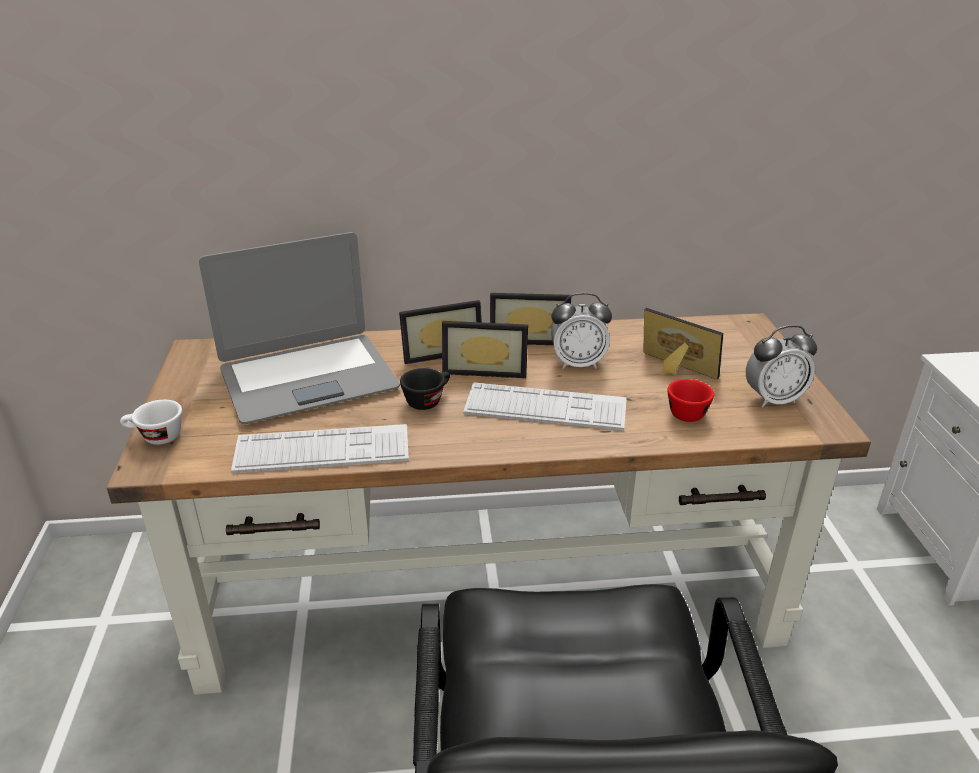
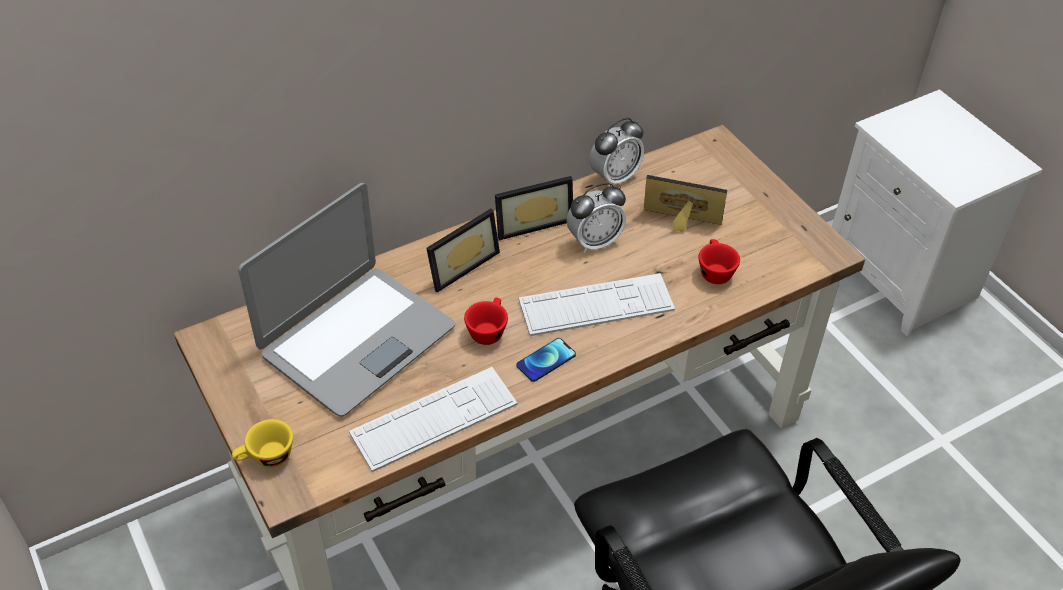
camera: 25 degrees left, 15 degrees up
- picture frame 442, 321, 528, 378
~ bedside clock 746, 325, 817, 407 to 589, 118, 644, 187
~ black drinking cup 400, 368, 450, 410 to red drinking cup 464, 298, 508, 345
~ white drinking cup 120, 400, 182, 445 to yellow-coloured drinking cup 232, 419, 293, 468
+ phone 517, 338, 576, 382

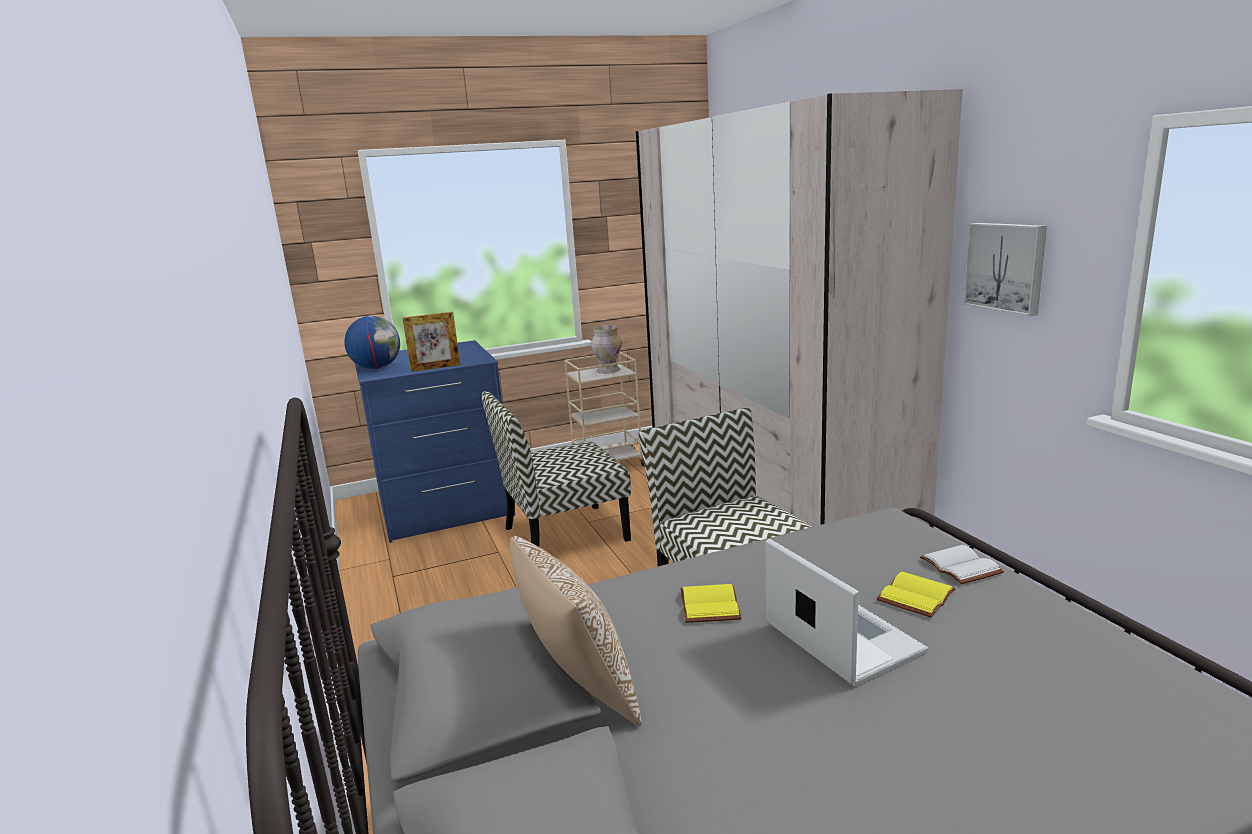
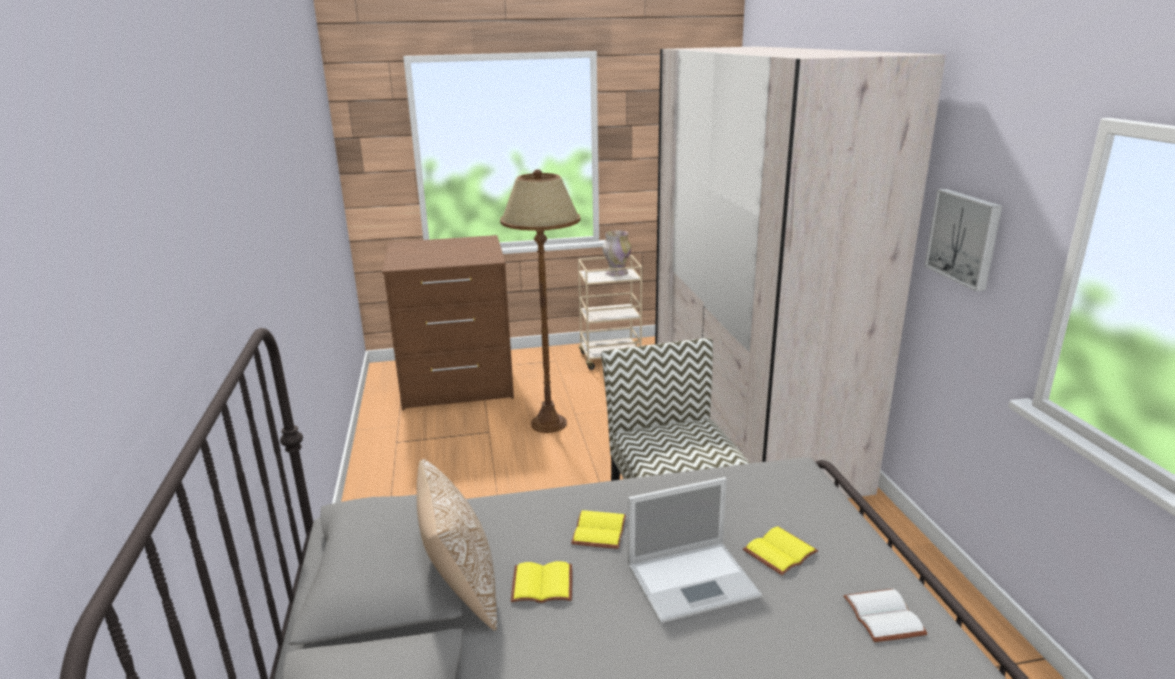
camera: 10 degrees right, 5 degrees up
- picture frame 403, 312, 460, 372
- desk globe 344, 316, 400, 369
~ blue-coloured chest of drawers 355, 340, 515, 543 to brownish chest of drawers 382, 235, 514, 410
~ upright chair 482, 391, 631, 547 to brownish standing lamp 500, 169, 580, 433
~ portable computer 765, 539, 928, 687 = 628, 477, 762, 624 90 degrees clockwise
~ white book 920, 545, 1004, 584 to 843, 589, 928, 642
+ yellow-coloured book 511, 561, 572, 603

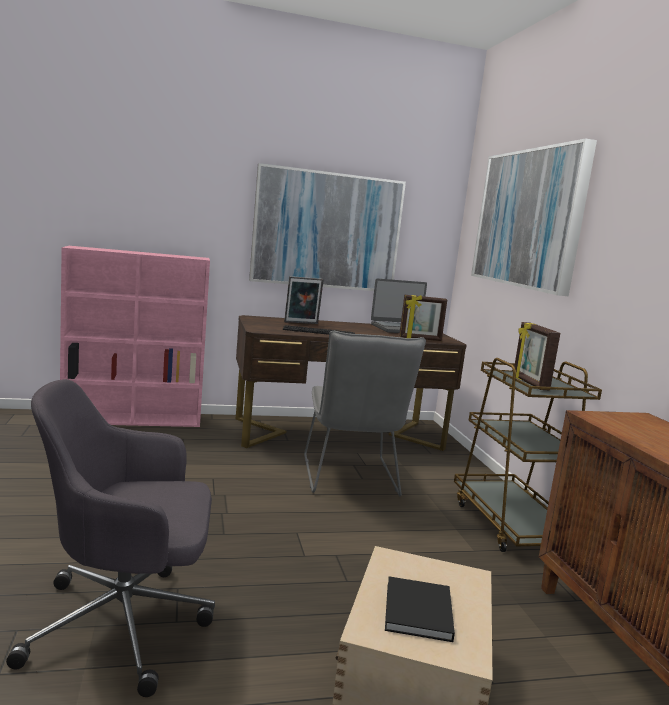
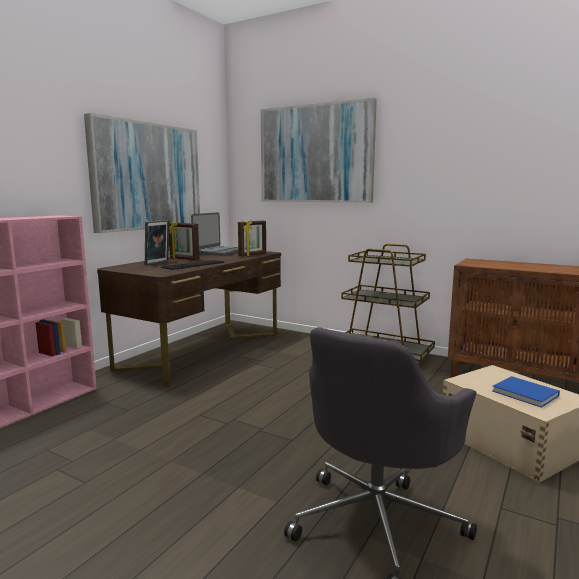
camera: 45 degrees left, 0 degrees up
~ picture frame 514, 322, 560, 390 to 169, 222, 199, 260
- gray upright chair 304, 331, 426, 497
~ black book 385, 576, 455, 642 to blue-coloured book 492, 376, 560, 408

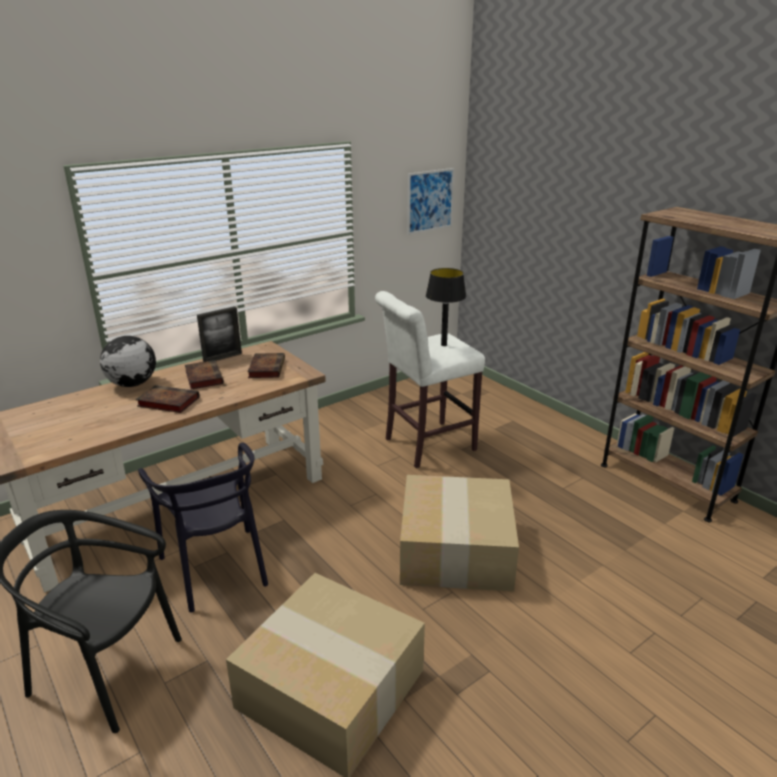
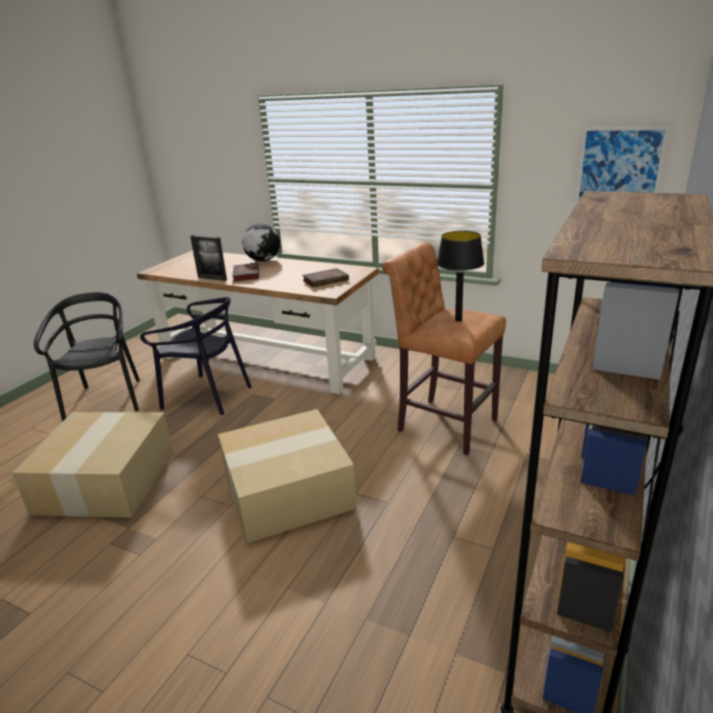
camera: 65 degrees right, 0 degrees up
~ white stool seat 375, 291, 485, 468 to brownish stool seat 382, 242, 506, 455
~ picture frame 197, 307, 242, 362 to 190, 235, 227, 281
- book 185, 360, 224, 390
~ black upright chair 138, 442, 268, 613 = 140, 297, 251, 415 105 degrees counterclockwise

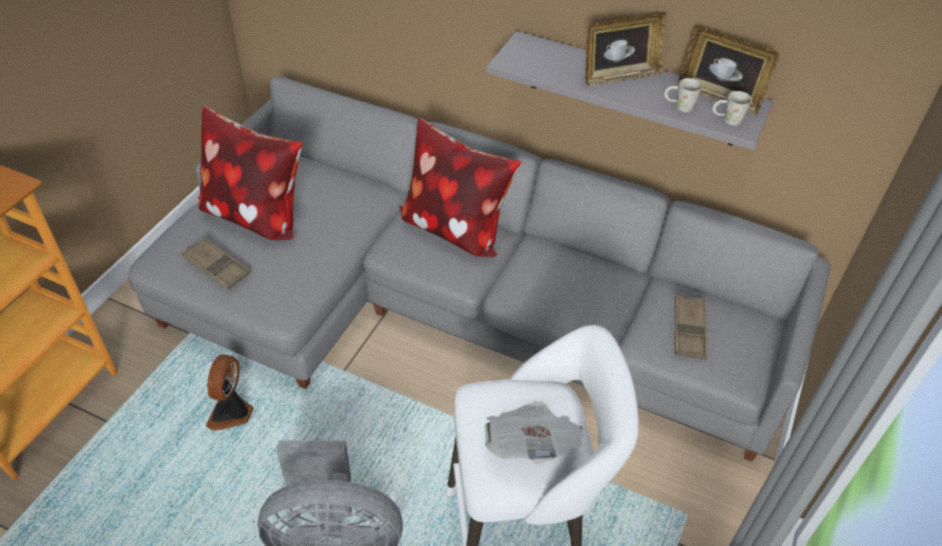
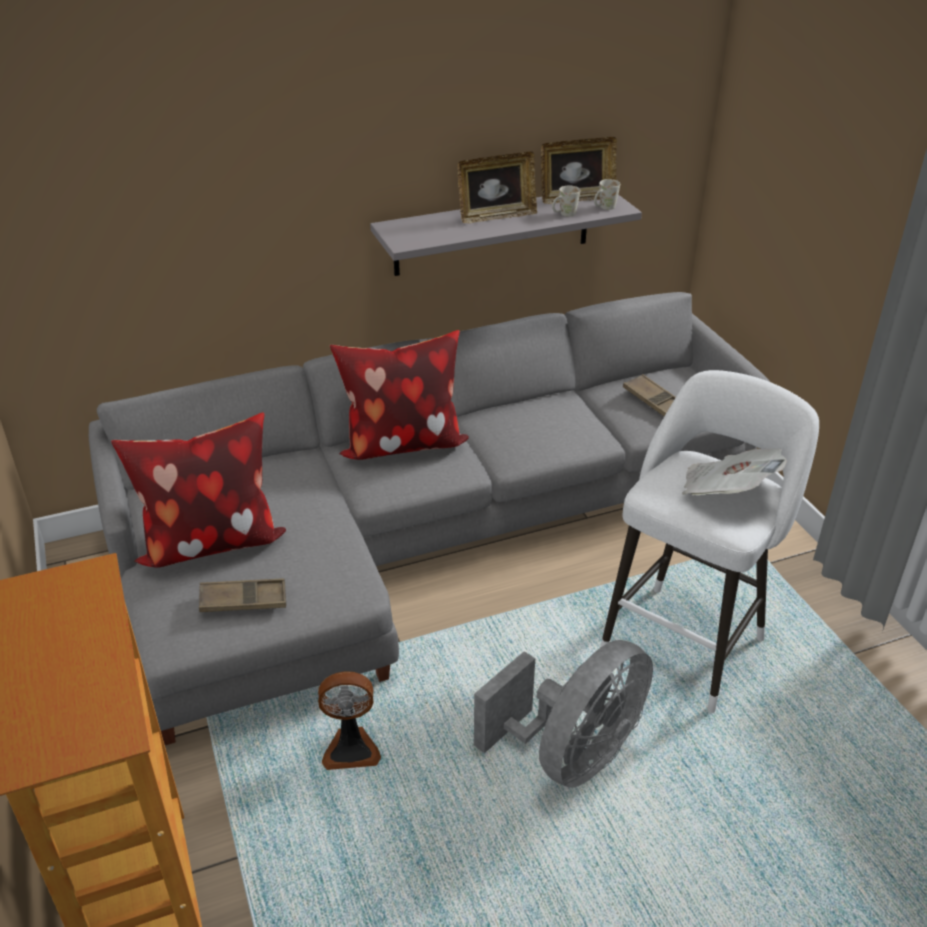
camera: 45 degrees left, 10 degrees down
~ picture frame 585, 13, 667, 86 = 458, 151, 537, 223 45 degrees clockwise
~ cooling fan 206, 355, 254, 430 = 318, 671, 381, 770 60 degrees counterclockwise

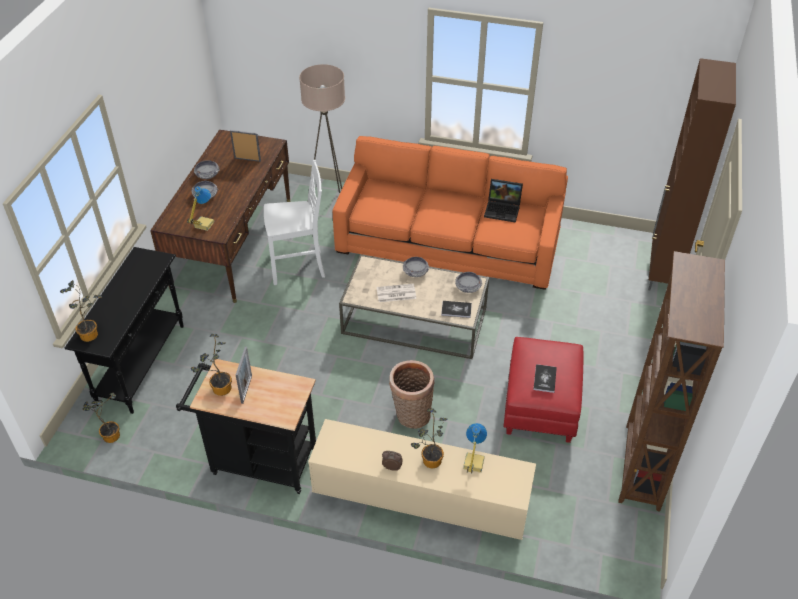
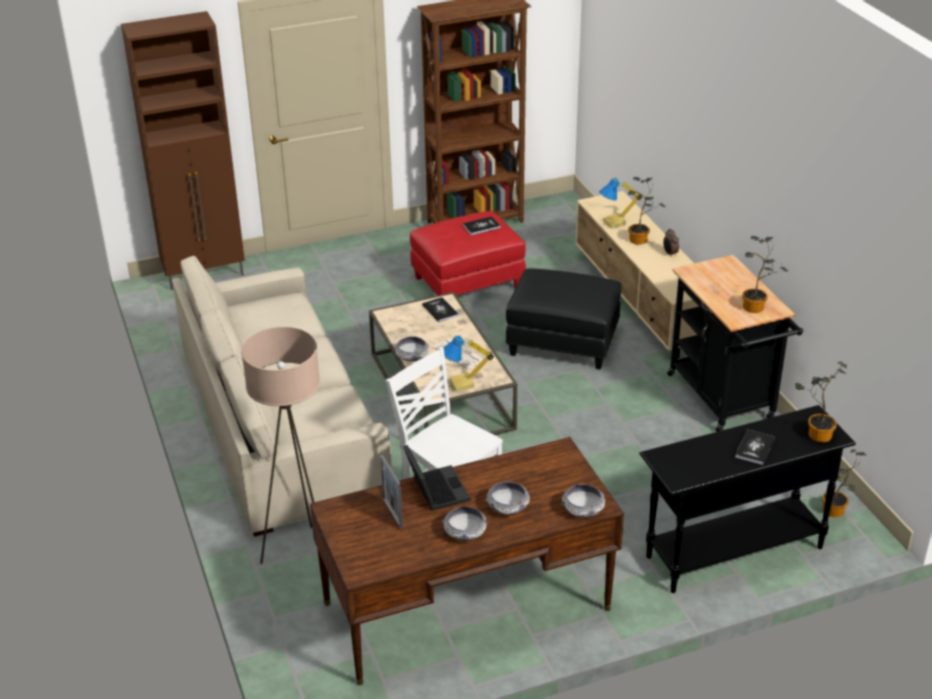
camera: 125 degrees left, 10 degrees down
~ orangey couch 333, 136, 568, 290 to beige couch 172, 255, 392, 537
~ portable computer 484, 179, 523, 223 to 403, 445, 471, 511
~ lamp for a table 187, 186, 215, 231 to 443, 335, 494, 392
~ deep dish 455, 272, 483, 293 to 562, 484, 605, 517
- picture frame 236, 347, 252, 404
~ household basket 389, 360, 435, 429 to black pouffe 506, 268, 622, 370
+ book 735, 429, 775, 465

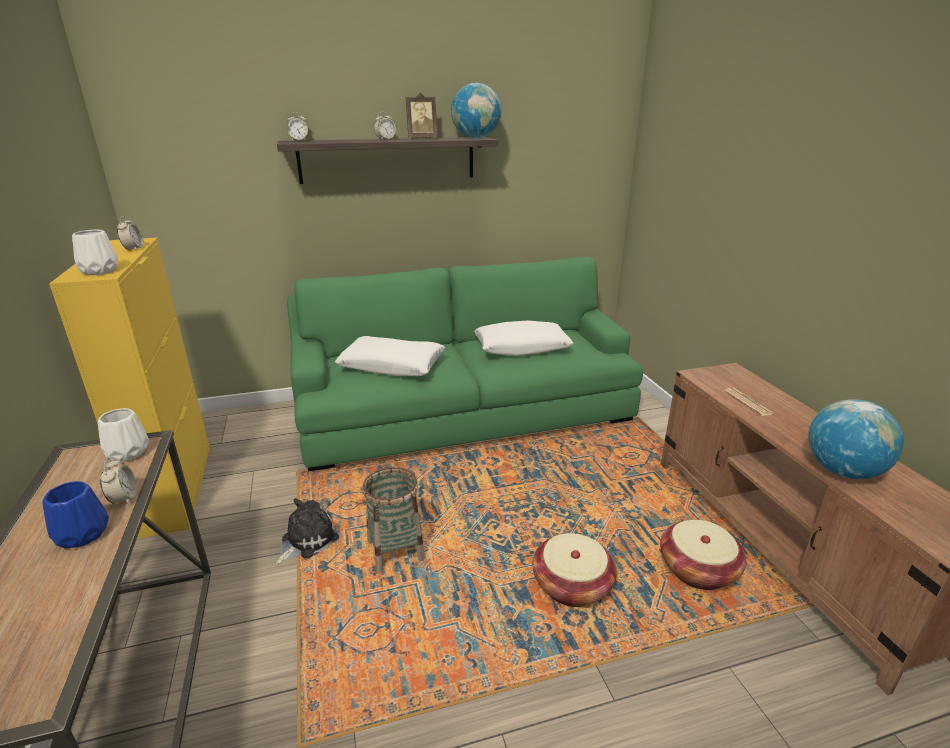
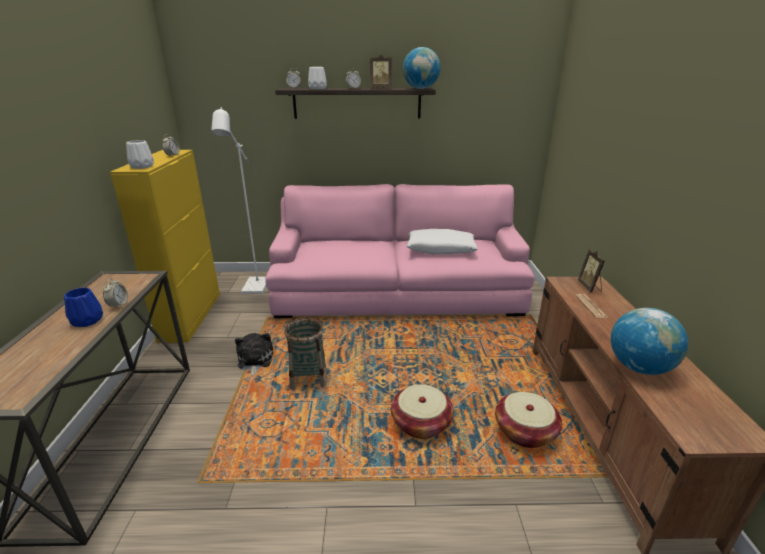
camera: 15 degrees right, 0 degrees up
~ green couch 287, 257, 643, 471 to pink couch 265, 184, 534, 318
- white pillow 335, 336, 445, 376
~ white flower vase 98, 408, 149, 461 to 308, 67, 327, 89
~ soft toy 276, 498, 339, 565 = 235, 333, 273, 376 60 degrees counterclockwise
+ white standing lamp 211, 107, 266, 294
+ picture frame 577, 249, 605, 292

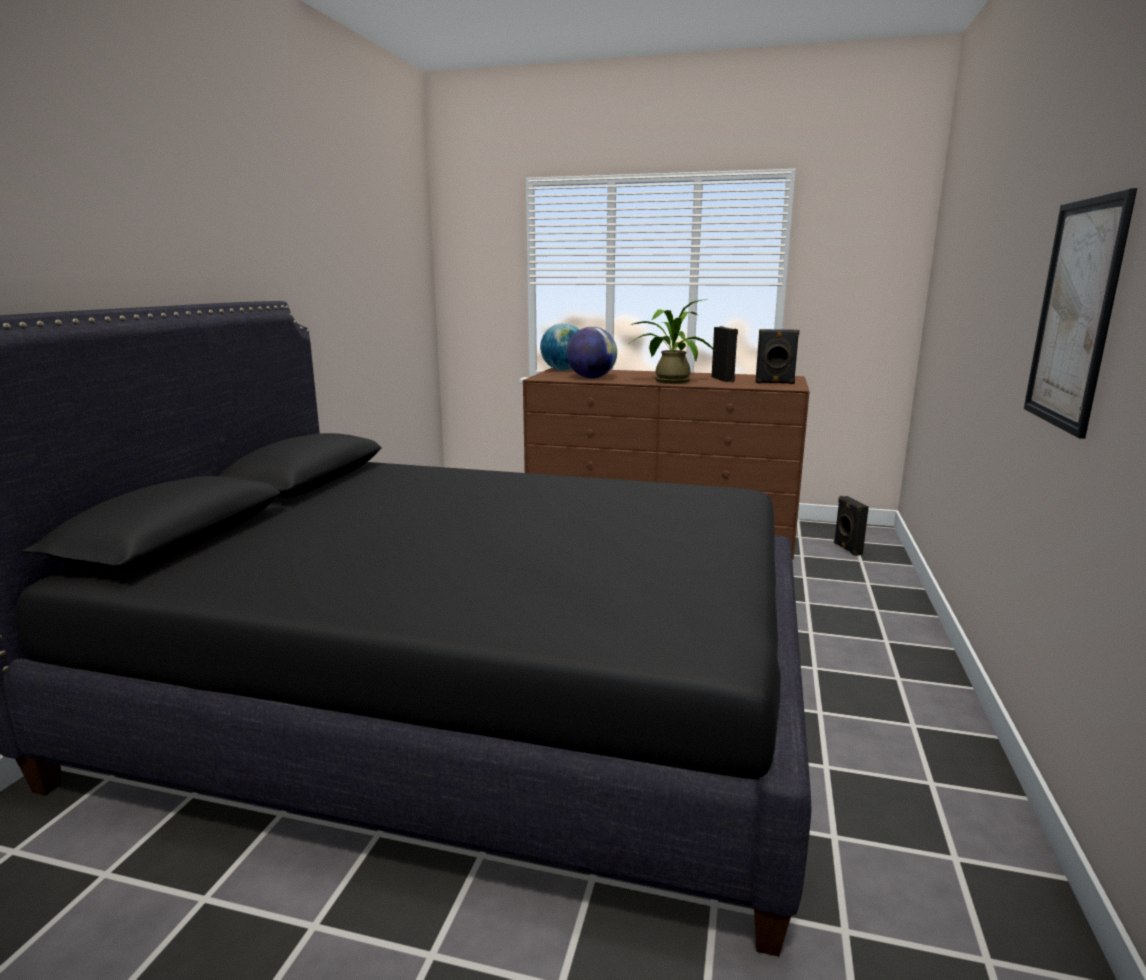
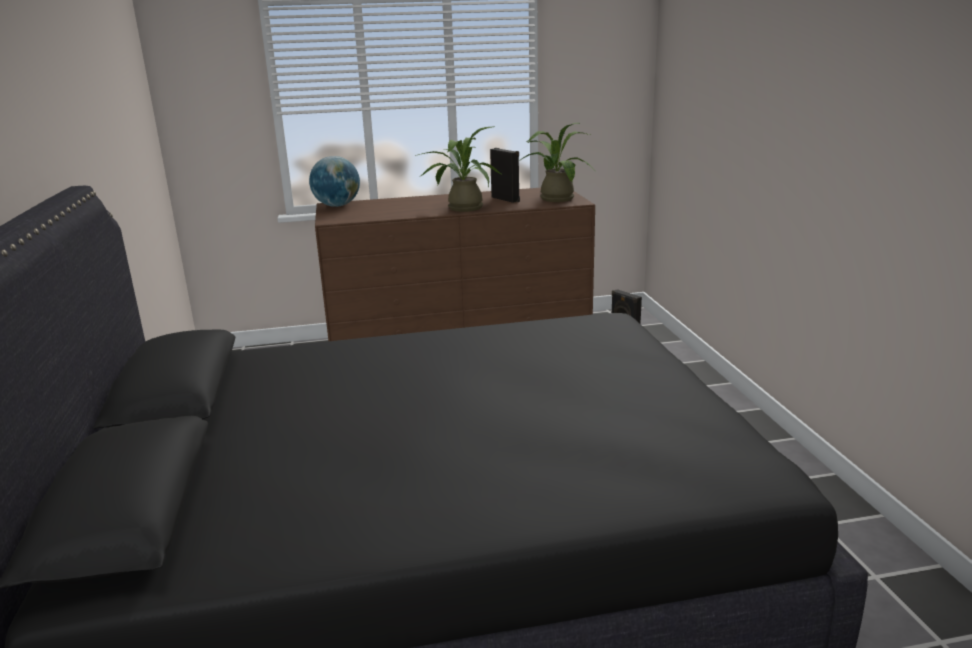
camera: 25 degrees left, 5 degrees up
- wall art 1024, 188, 1137, 439
- desk globe 567, 327, 617, 378
~ black loudspeaker 755, 329, 799, 384 to houseplant 519, 123, 596, 202

